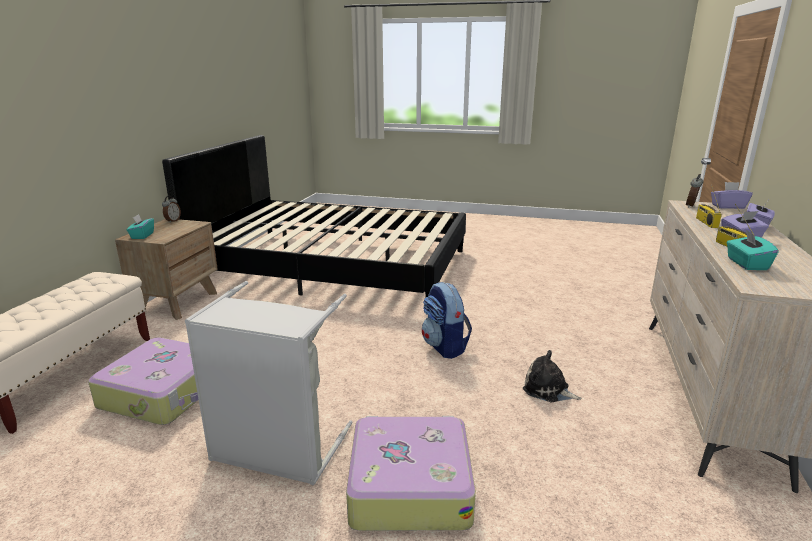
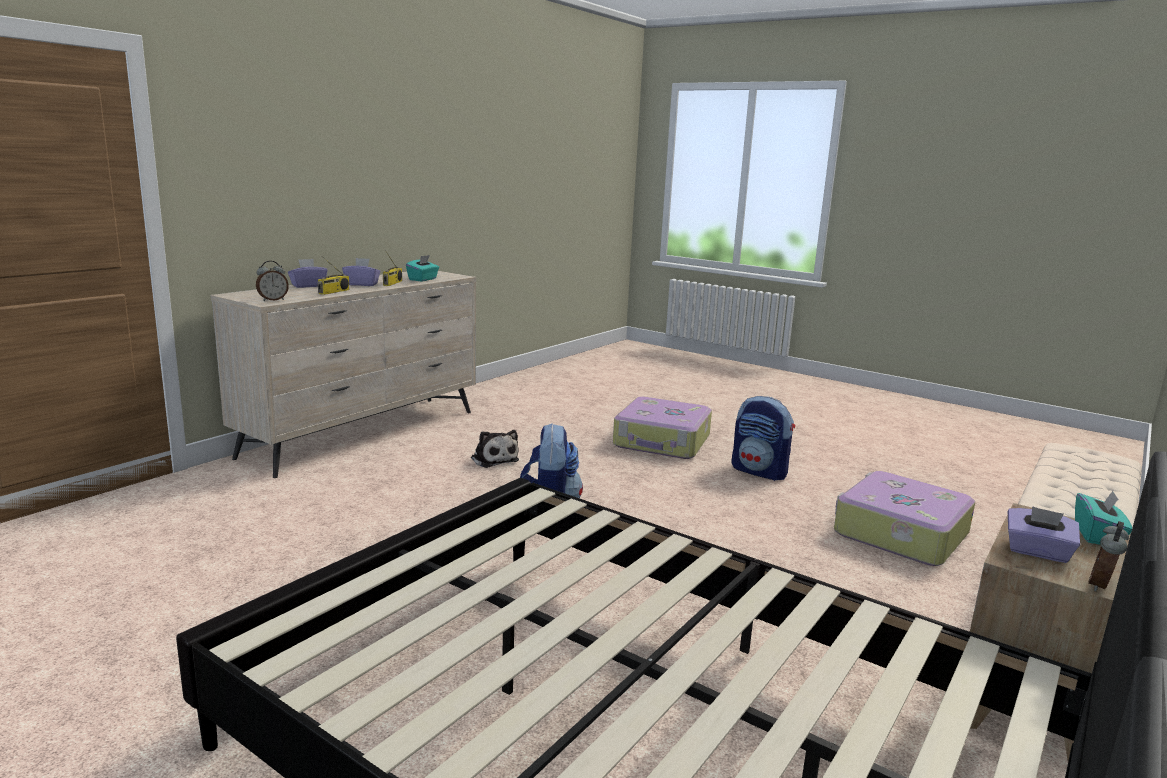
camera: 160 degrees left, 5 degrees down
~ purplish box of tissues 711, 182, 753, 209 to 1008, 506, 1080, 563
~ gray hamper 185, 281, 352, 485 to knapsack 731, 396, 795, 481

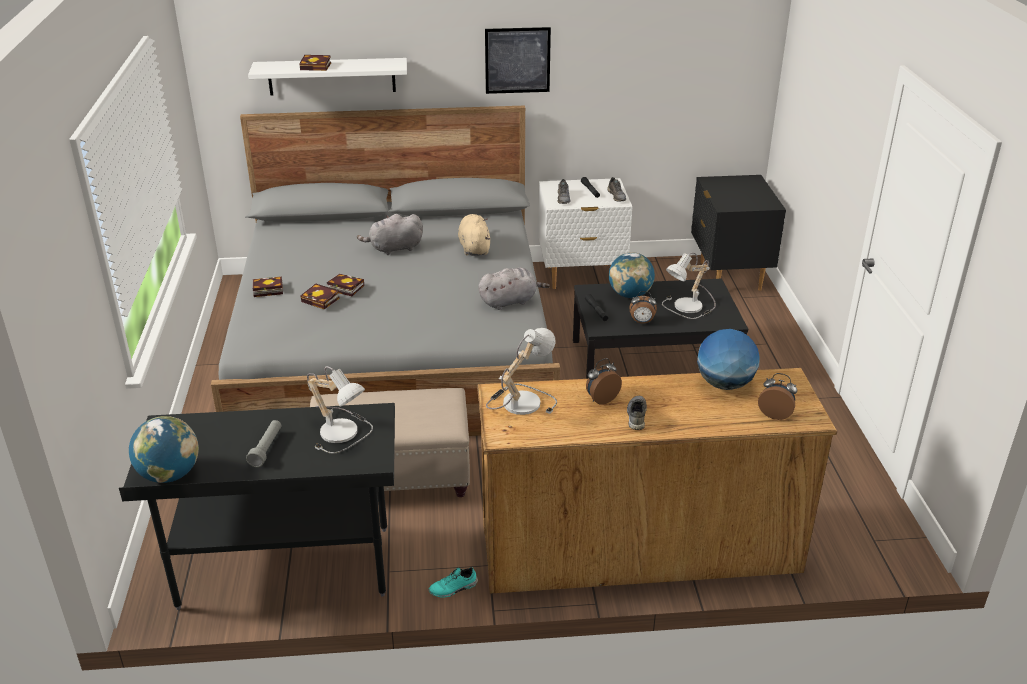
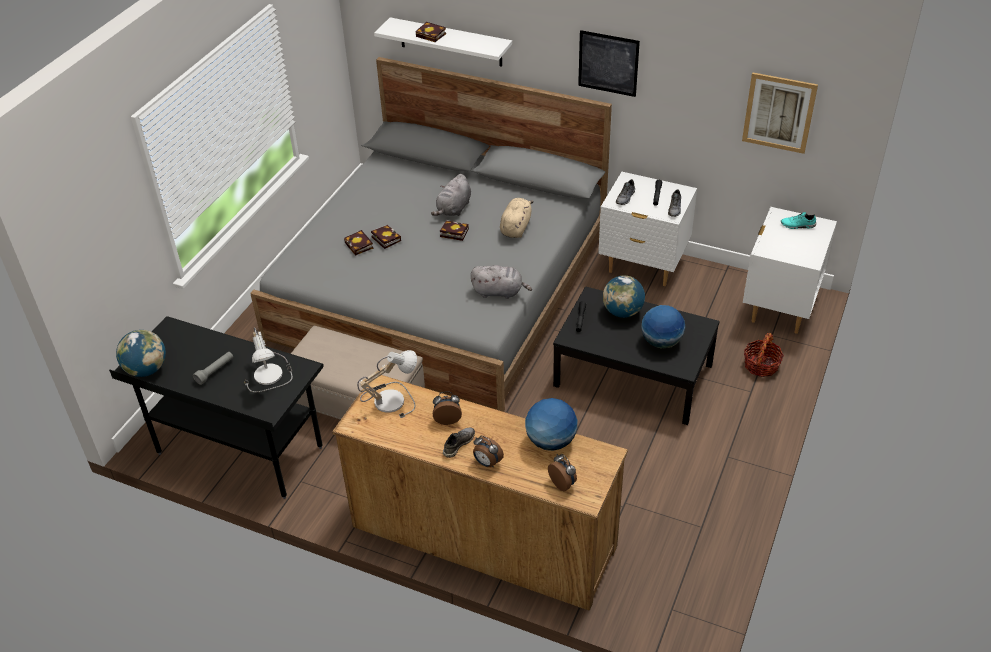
camera: 30 degrees right, 10 degrees up
~ black night table 691, 175, 786, 291 to white night table 743, 207, 837, 334
~ gray soft toy 357, 214, 423, 255 = 431, 174, 471, 216 75 degrees counterclockwise
~ lamp for a table 662, 252, 716, 319 to desk globe 641, 305, 685, 349
~ book 253, 276, 283, 297 to 440, 220, 469, 241
~ bedside clock 630, 291, 657, 323 to 473, 436, 504, 468
~ turquoise item of footwear 428, 567, 478, 598 to 781, 212, 816, 229
+ wall art 742, 73, 818, 154
+ household basket 744, 333, 784, 377

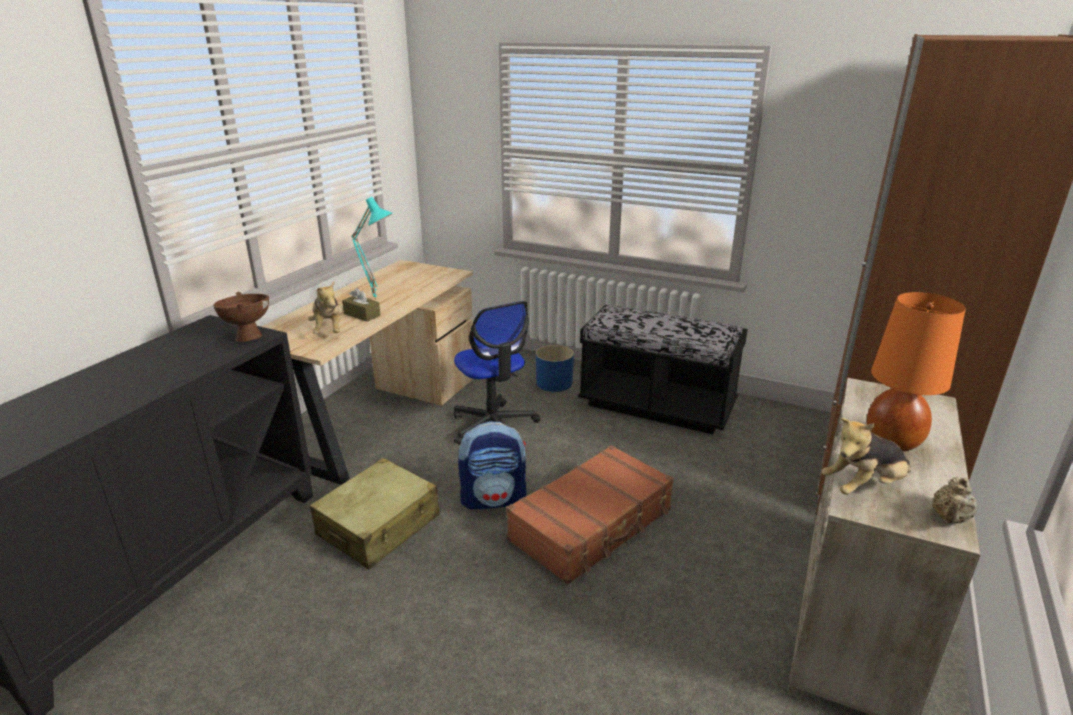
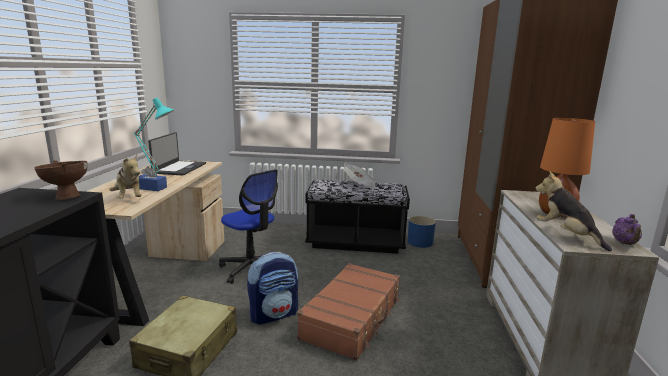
camera: 20 degrees left, 10 degrees down
~ brownish box of tissues 342, 288, 381, 322 to blue-coloured box of tissues 139, 166, 167, 191
~ blue-coloured plant pot 536, 345, 574, 392 to 408, 216, 436, 248
~ soft toy 821, 418, 911, 495 = 535, 171, 612, 251 105 degrees clockwise
~ beige pot for tea 932, 477, 977, 523 to purplish pot for tea 612, 214, 642, 245
+ portable computer 148, 132, 206, 175
+ printed paper 344, 164, 376, 189

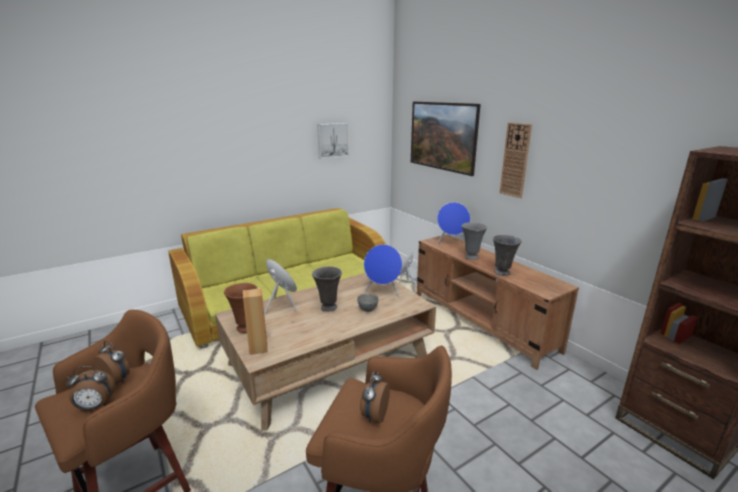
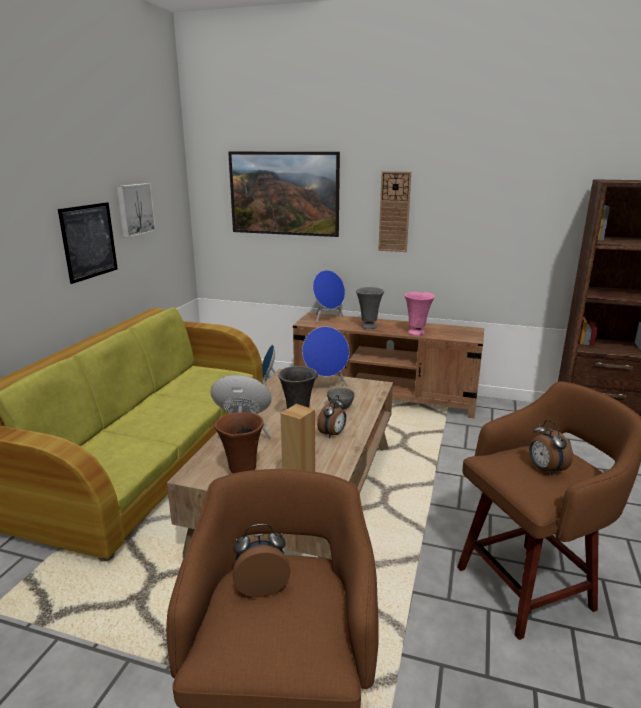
camera: 40 degrees left, 0 degrees up
~ gray flower vase 493, 235, 522, 276 to pink flower vase 405, 292, 435, 336
~ bedside clock 66, 366, 116, 410 to 317, 395, 346, 438
+ wall art 58, 202, 118, 284

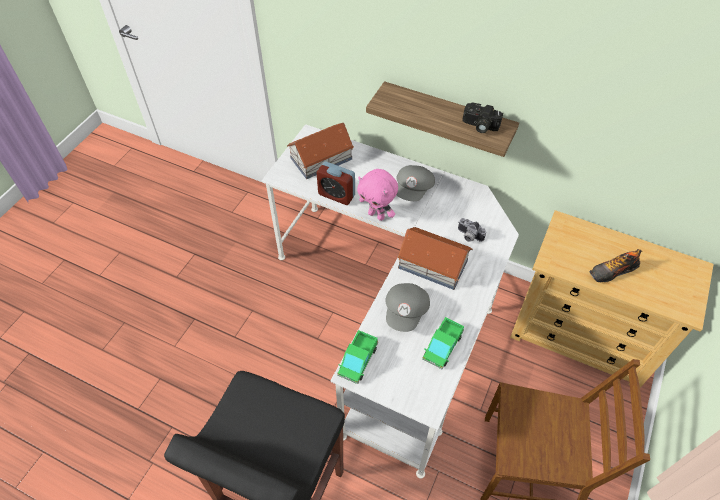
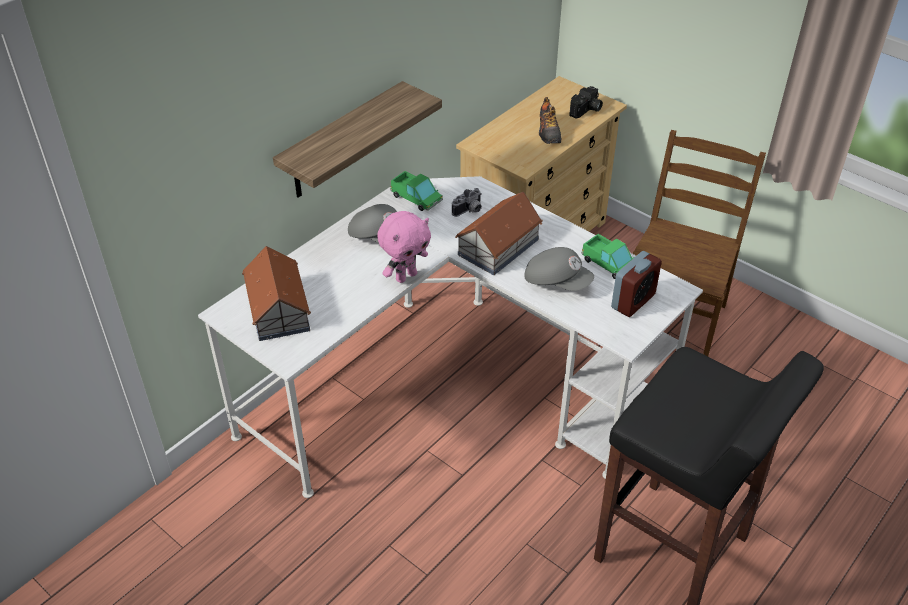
camera: 75 degrees left, 10 degrees down
~ still camera 462, 102, 503, 133 to 569, 86, 603, 119
~ bedside clock 317, 161, 355, 205 to 611, 251, 662, 317
~ model truck 337, 330, 378, 384 to 390, 171, 443, 211

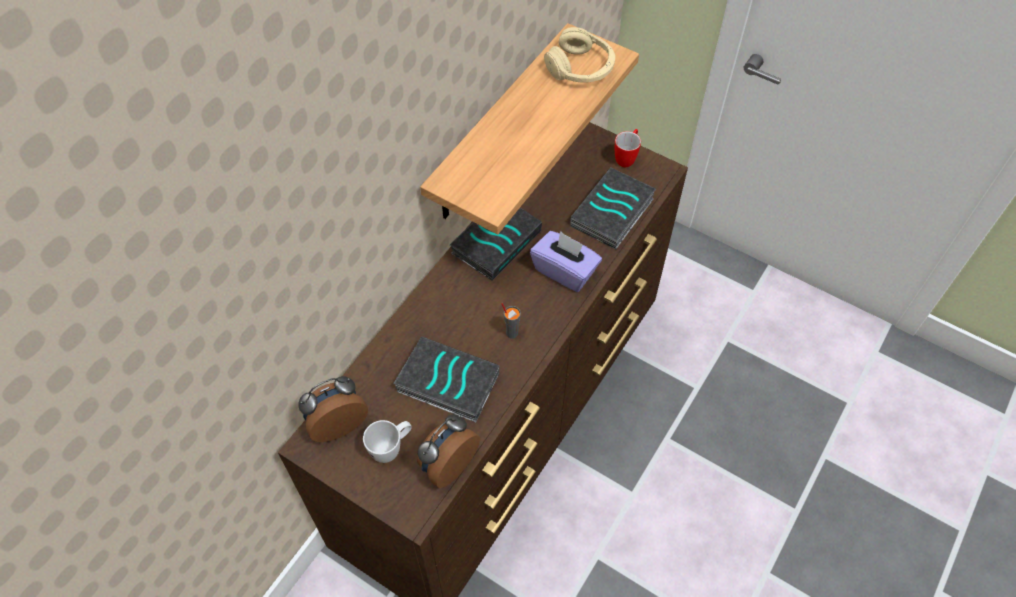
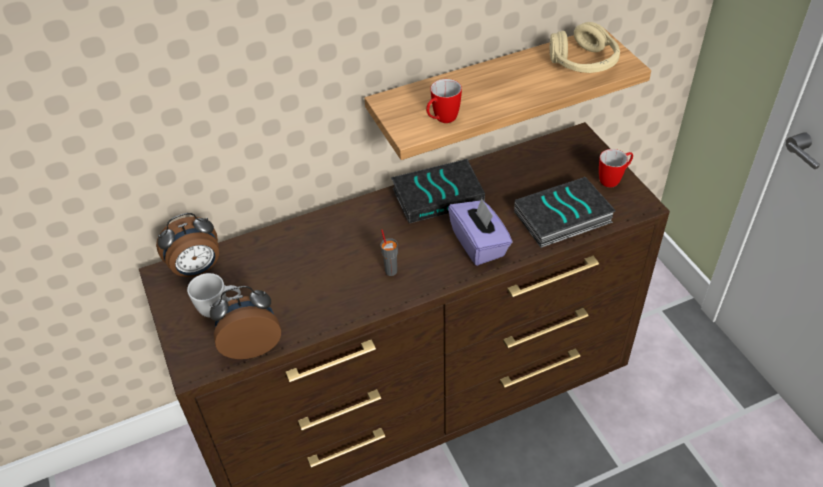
camera: 35 degrees right, 10 degrees down
- book 393, 336, 499, 422
~ bedside clock 298, 376, 368, 442 = 156, 213, 219, 277 150 degrees clockwise
+ mug 426, 79, 462, 123

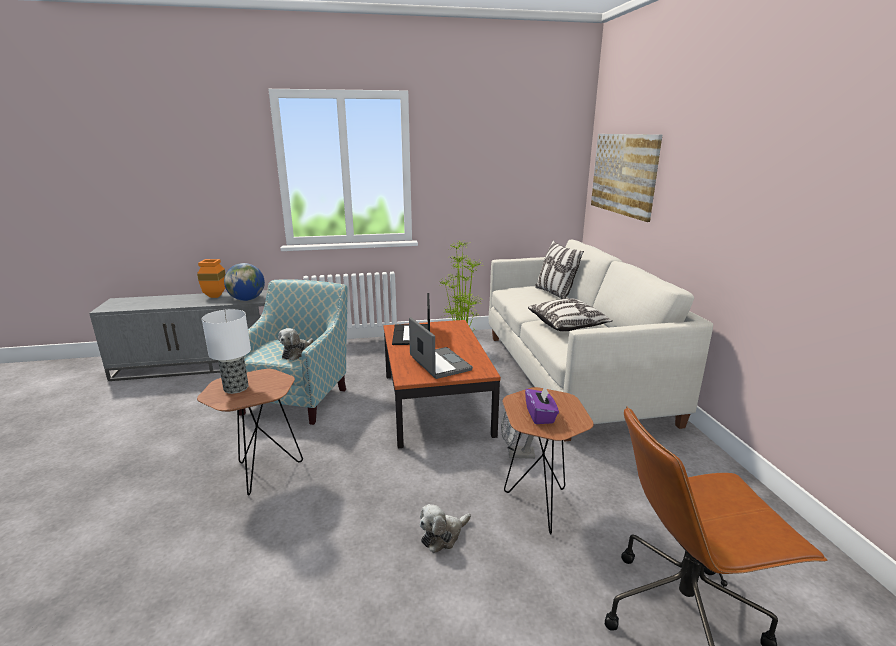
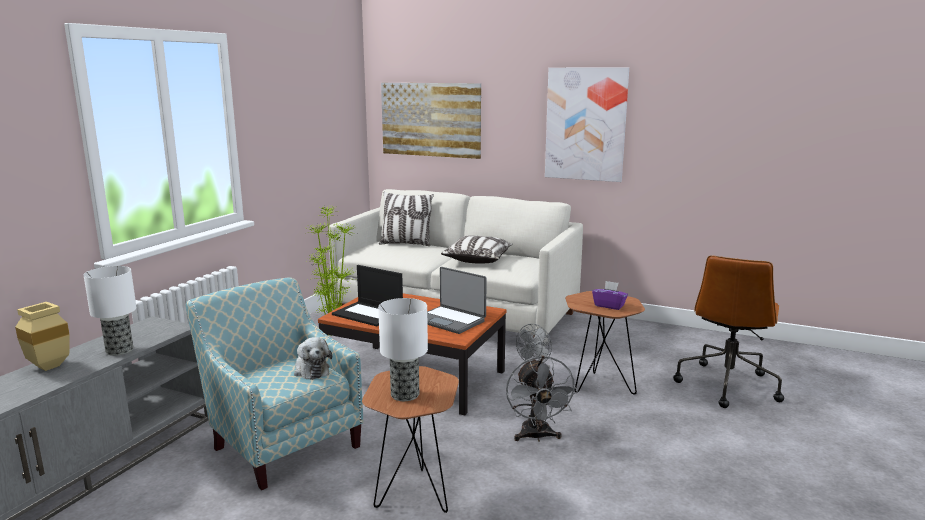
camera: 55 degrees left, 5 degrees down
~ orangey flower vase 197, 259, 226, 298 to beige flower vase 15, 302, 70, 371
~ desk globe 224, 263, 265, 301 to lamp for a table 83, 266, 137, 356
~ portable computer 409, 317, 473, 379 = 427, 267, 487, 334 150 degrees counterclockwise
- soft toy 420, 504, 471, 553
+ wall art 545, 68, 629, 182
+ gray cooling fan 506, 356, 578, 442

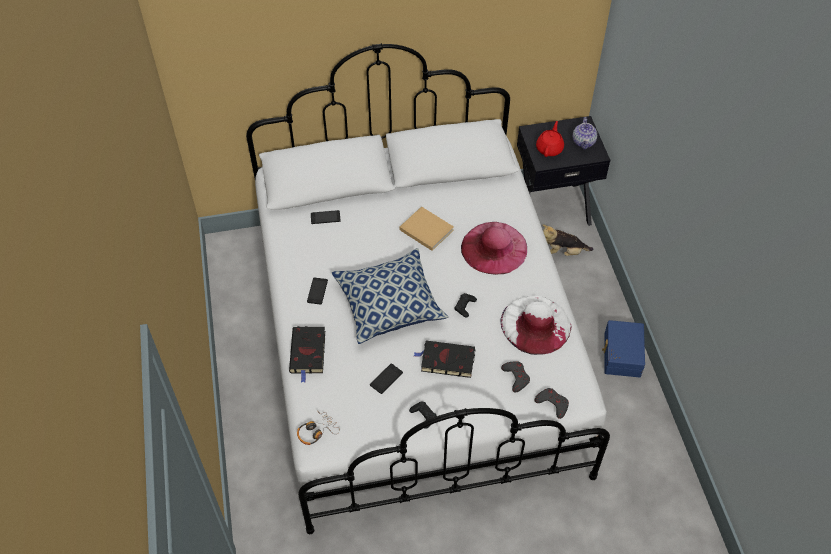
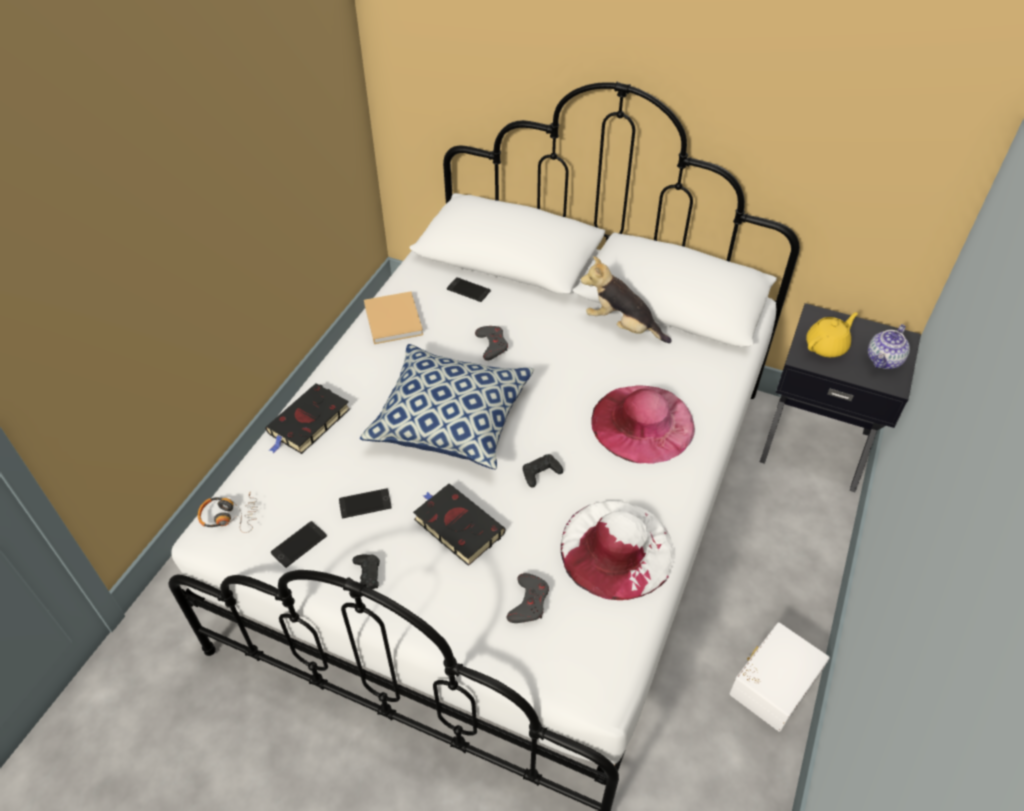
camera: 35 degrees right, 5 degrees down
~ red pot for tea 536, 121, 564, 157 to yellow-coloured pot for tea 806, 312, 858, 357
~ beige book 399, 206, 454, 251 to 364, 291, 423, 344
~ soft toy 543, 224, 593, 256 to 581, 256, 672, 343
~ phone 307, 278, 328, 304 to 271, 521, 327, 568
~ blue-coloured storage bin 602, 320, 645, 377 to white storage bin 729, 622, 830, 732
~ gray joypad 534, 388, 569, 419 to 475, 326, 508, 361

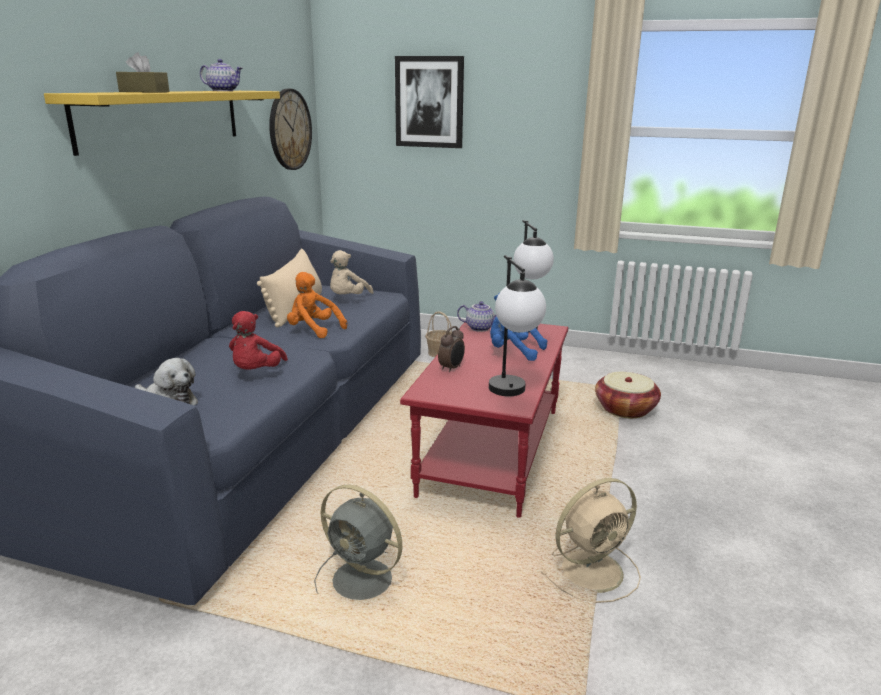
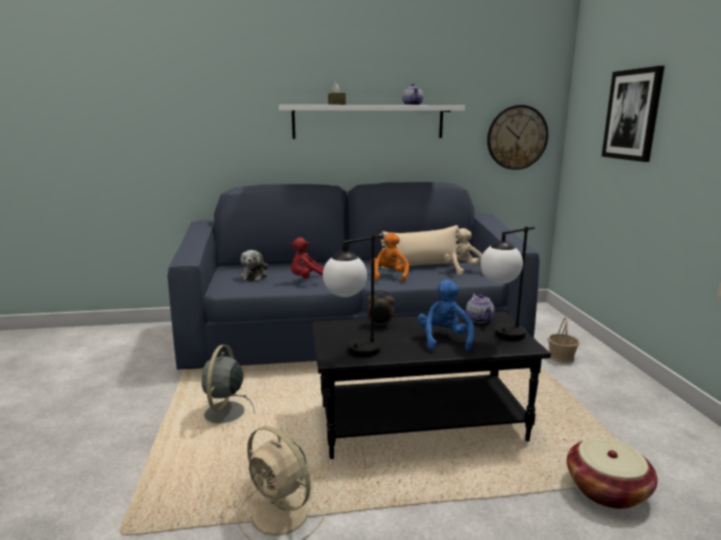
camera: 65 degrees right, 5 degrees down
~ yellow-coloured bracket shelf 44, 91, 280, 156 to white bracket shelf 279, 105, 465, 139
~ beige soft toy 330, 250, 373, 294 = 444, 228, 484, 276 75 degrees clockwise
~ red coffee table 400, 322, 568, 518 to black coffee table 312, 312, 551, 459

